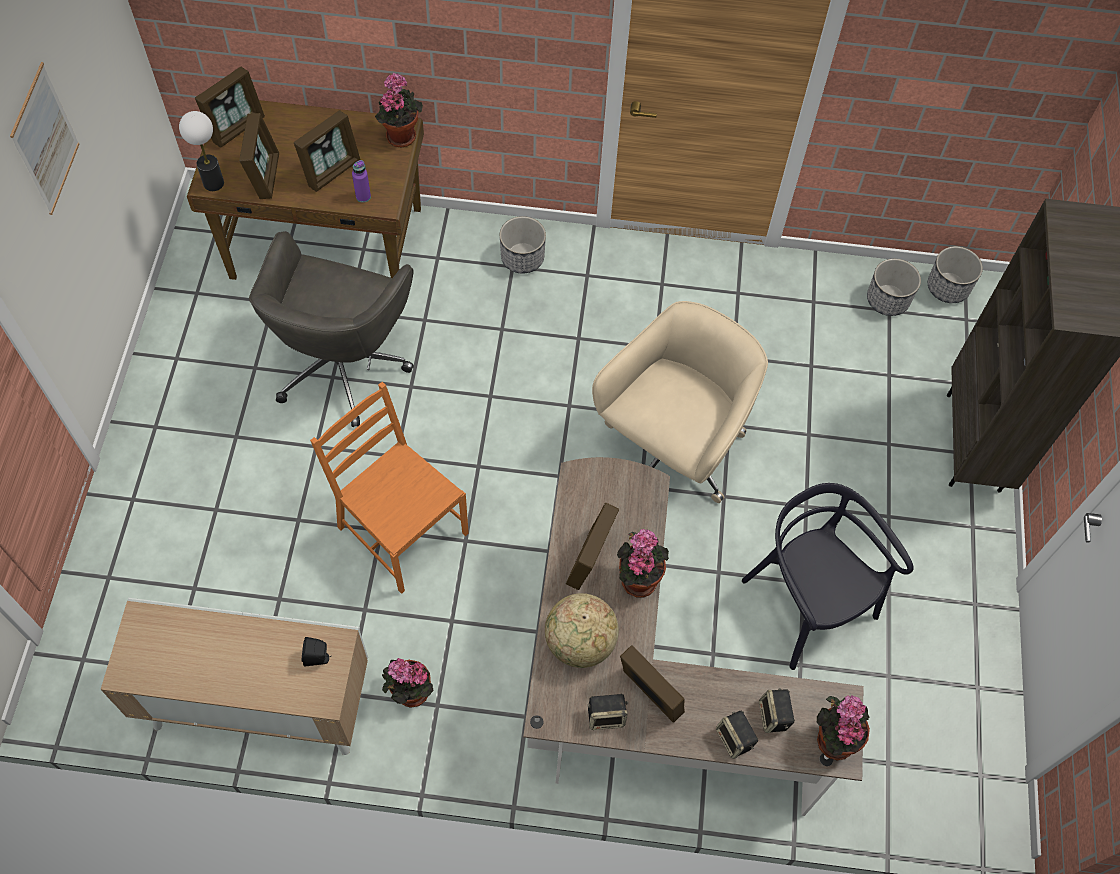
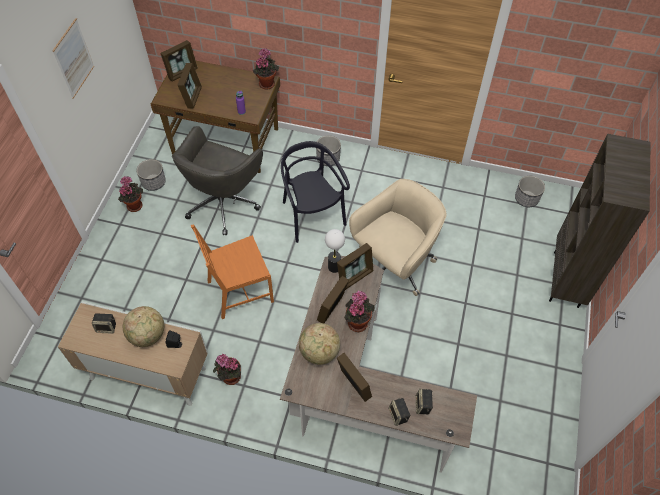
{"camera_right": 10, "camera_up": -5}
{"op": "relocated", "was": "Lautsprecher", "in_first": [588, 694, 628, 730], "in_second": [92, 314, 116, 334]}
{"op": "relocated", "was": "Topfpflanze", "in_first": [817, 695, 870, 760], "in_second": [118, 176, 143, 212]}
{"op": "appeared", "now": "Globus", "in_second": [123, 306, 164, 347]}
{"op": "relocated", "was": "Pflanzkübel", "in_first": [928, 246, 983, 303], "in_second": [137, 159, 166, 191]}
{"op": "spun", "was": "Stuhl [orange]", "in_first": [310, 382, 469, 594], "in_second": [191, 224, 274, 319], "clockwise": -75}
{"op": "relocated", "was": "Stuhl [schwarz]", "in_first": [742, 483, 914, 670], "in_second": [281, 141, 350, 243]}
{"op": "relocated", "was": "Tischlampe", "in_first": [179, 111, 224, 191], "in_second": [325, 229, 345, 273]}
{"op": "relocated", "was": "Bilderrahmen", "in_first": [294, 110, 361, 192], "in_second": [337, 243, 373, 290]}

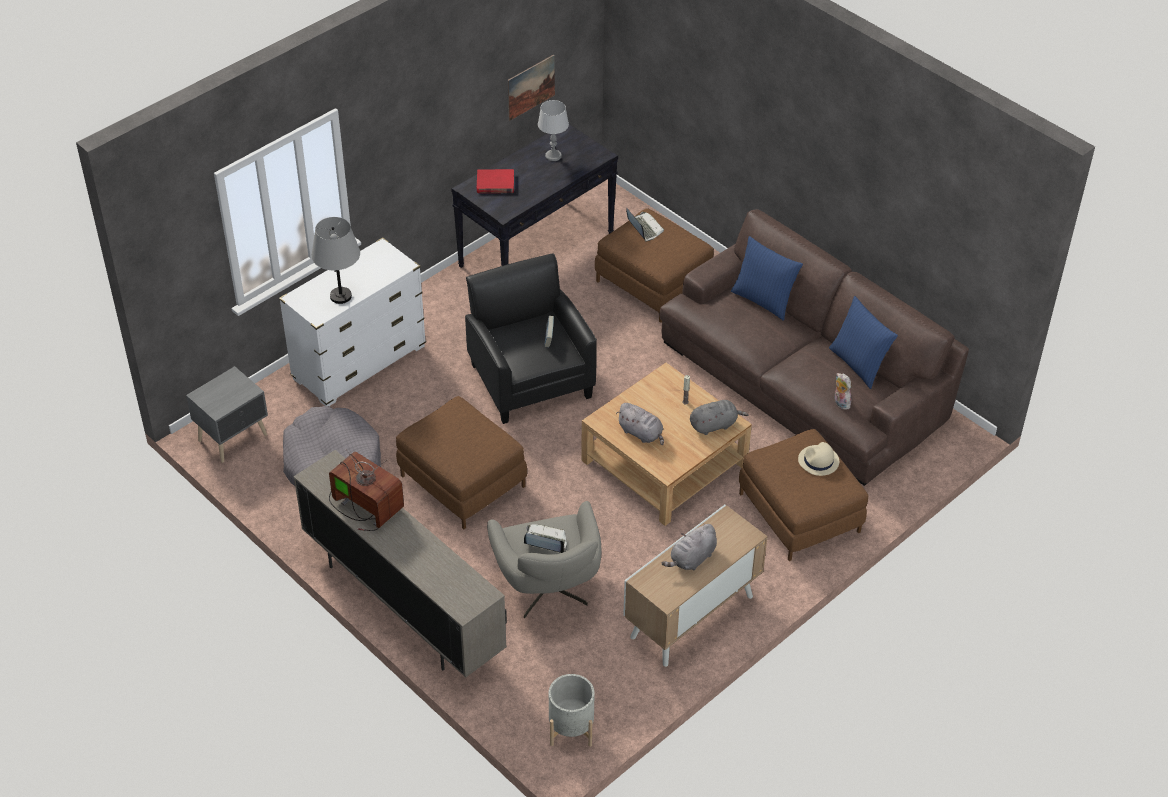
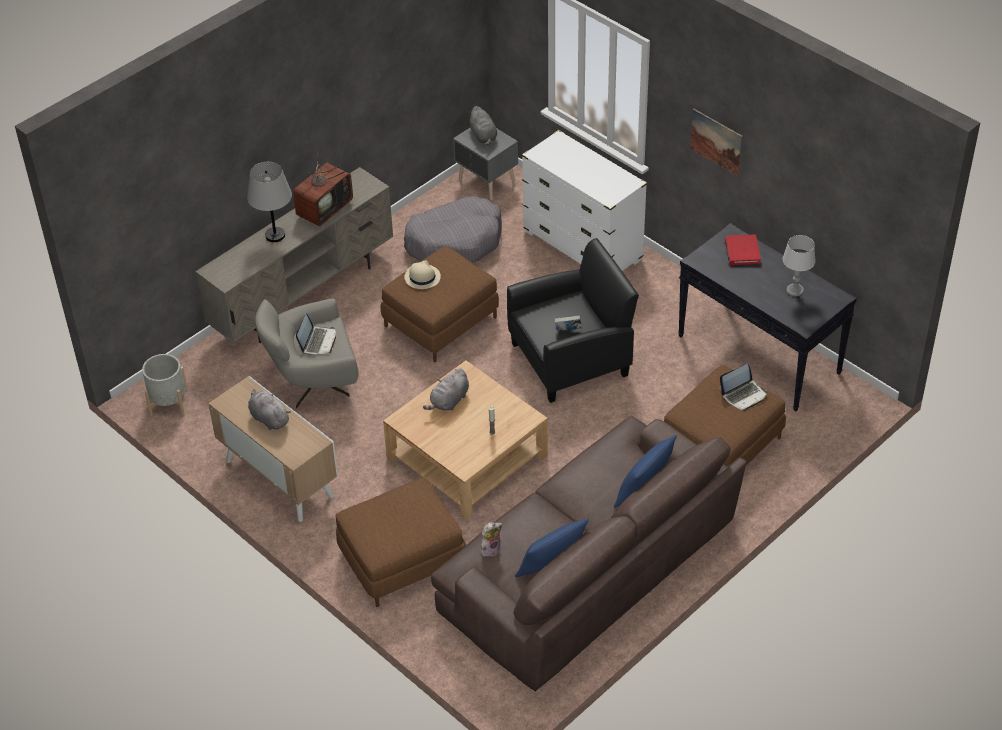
{"camera_right": 90, "camera_up": 0}
{"op": "relocated", "was": "Tischlampe [grau]", "in_first": [311, 217, 360, 304], "in_second": [247, 162, 292, 242]}
{"op": "relocated", "was": "Hut [beige]", "in_first": [798, 442, 839, 476], "in_second": [404, 260, 441, 289]}
{"op": "relocated", "was": "Plüschtier [grau]", "in_first": [690, 400, 749, 435], "in_second": [468, 106, 497, 146]}
{"op": "relocated", "was": "Bild", "in_first": [508, 54, 555, 121], "in_second": [690, 109, 743, 176]}

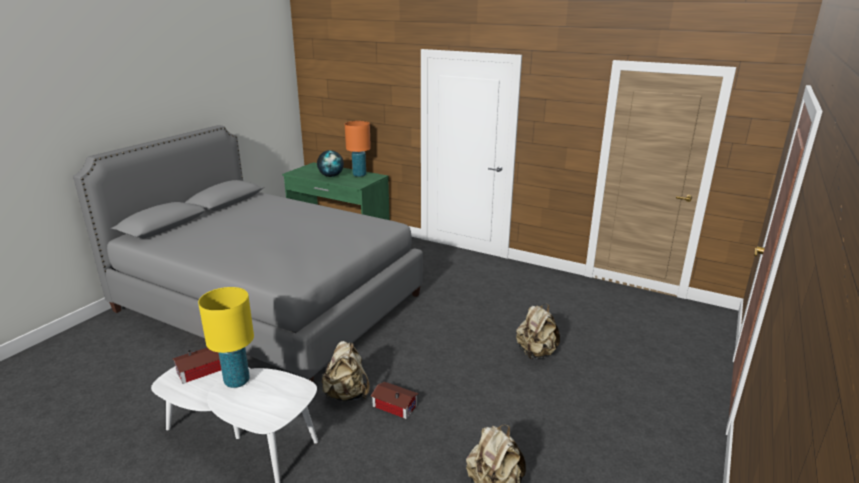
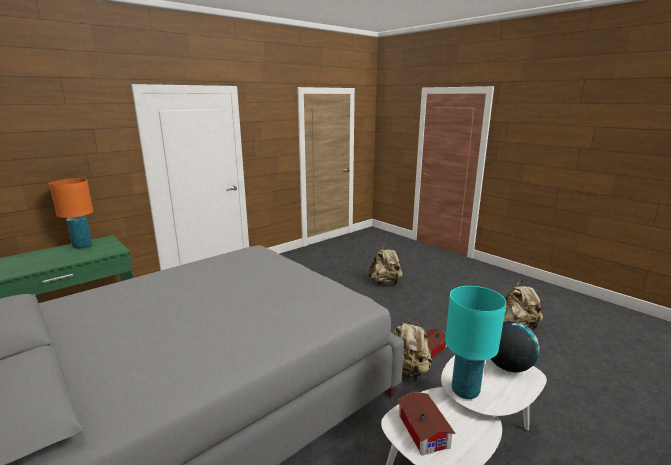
{"camera_right": -70, "camera_up": -5}
{"op": "colour", "was": "Tischlampe [gelb]", "now": "Tischlampe [türkis]", "in_first": [198, 287, 254, 388], "in_second": [445, 286, 506, 399]}
{"op": "relocated", "was": "Globus", "in_first": [317, 150, 344, 177], "in_second": [491, 321, 540, 372]}

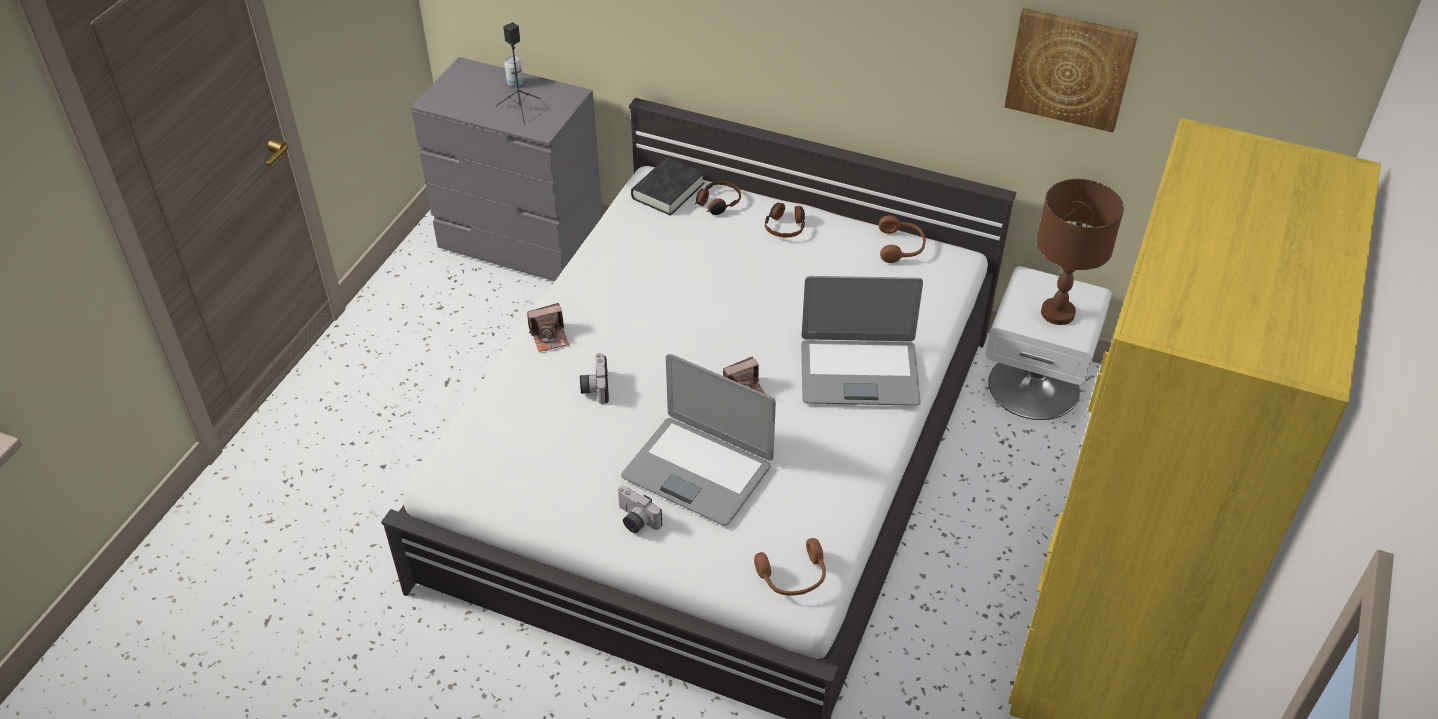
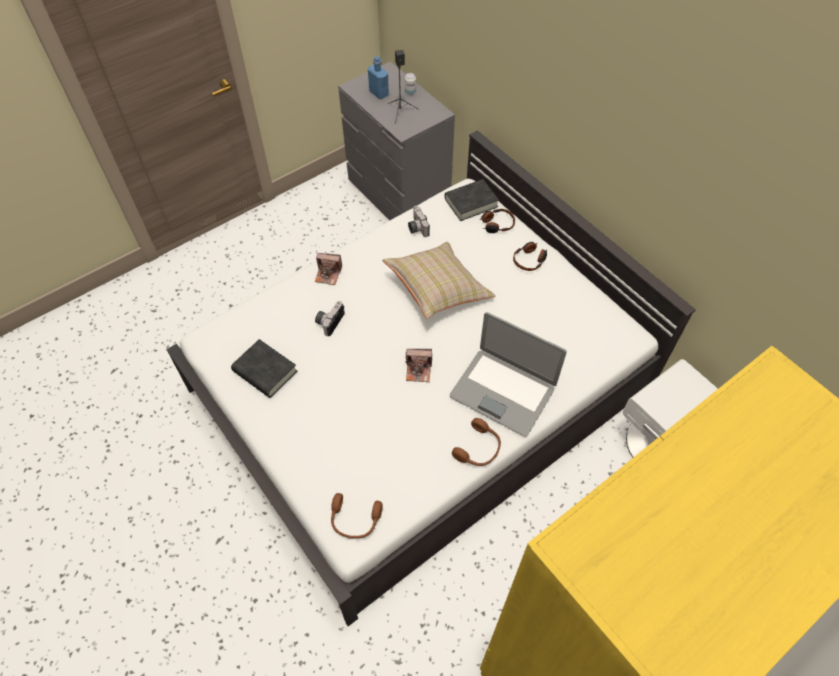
{"camera_right": 30, "camera_up": 10}
{"op": "appeared", "now": "Buch [schwarz]", "in_second": [231, 339, 297, 398]}
{"op": "appeared", "now": "Flasche [blau]", "in_second": [368, 56, 389, 99]}
{"op": "appeared", "now": "Kissen [beige]", "in_second": [382, 242, 496, 319]}
{"op": "relocated", "was": "Kamera", "in_first": [617, 486, 662, 533], "in_second": [408, 206, 430, 237]}
{"op": "relocated", "was": "Kopfhörer [braun]", "in_first": [879, 215, 926, 263], "in_second": [452, 418, 501, 466]}
{"op": "missing", "was": "Laptop", "in_first": [621, 354, 776, 526]}
{"op": "missing", "was": "Bild", "in_first": [1004, 8, 1139, 132]}
{"op": "missing", "was": "Tischlampe [braun]", "in_first": [1036, 179, 1124, 325]}

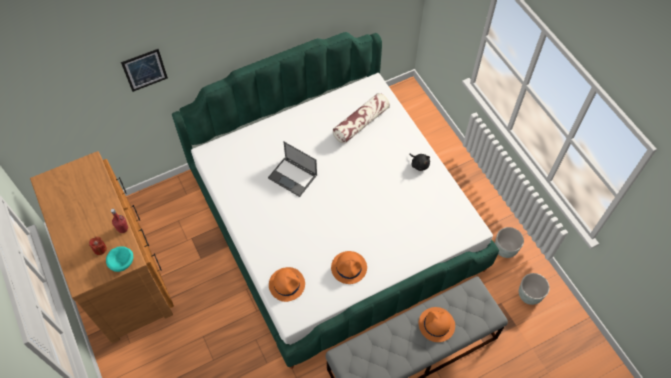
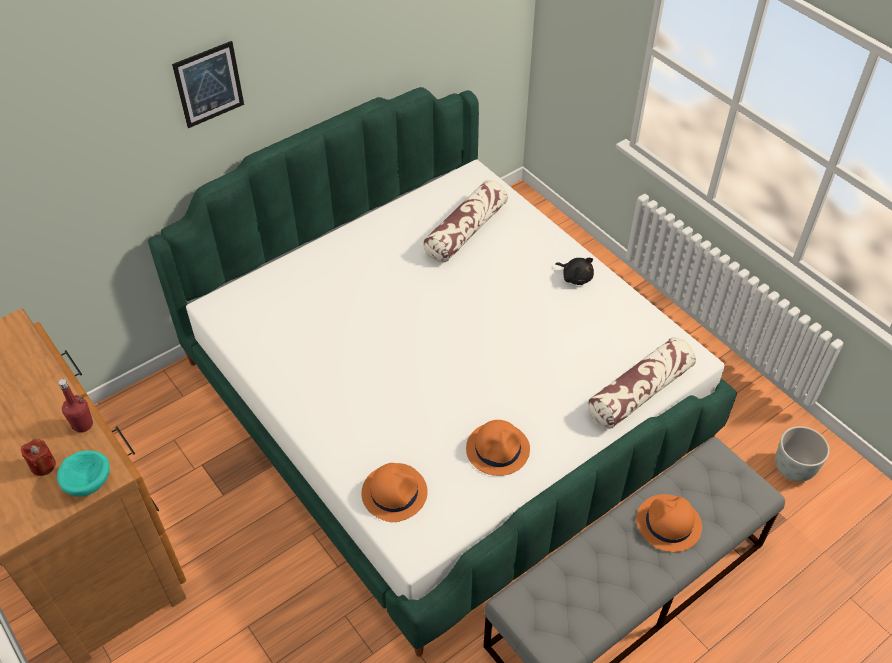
{"camera_right": -10, "camera_up": -10}
{"op": "relocated", "was": "Bild", "in_first": [121, 49, 168, 92], "in_second": [172, 41, 244, 128]}
{"op": "appeared", "now": "Kissen", "in_second": [588, 337, 696, 429]}
{"op": "missing", "was": "Laptop", "in_first": [268, 142, 317, 197]}
{"op": "missing", "was": "Pflanzkübel [grau]", "in_first": [495, 227, 524, 258]}

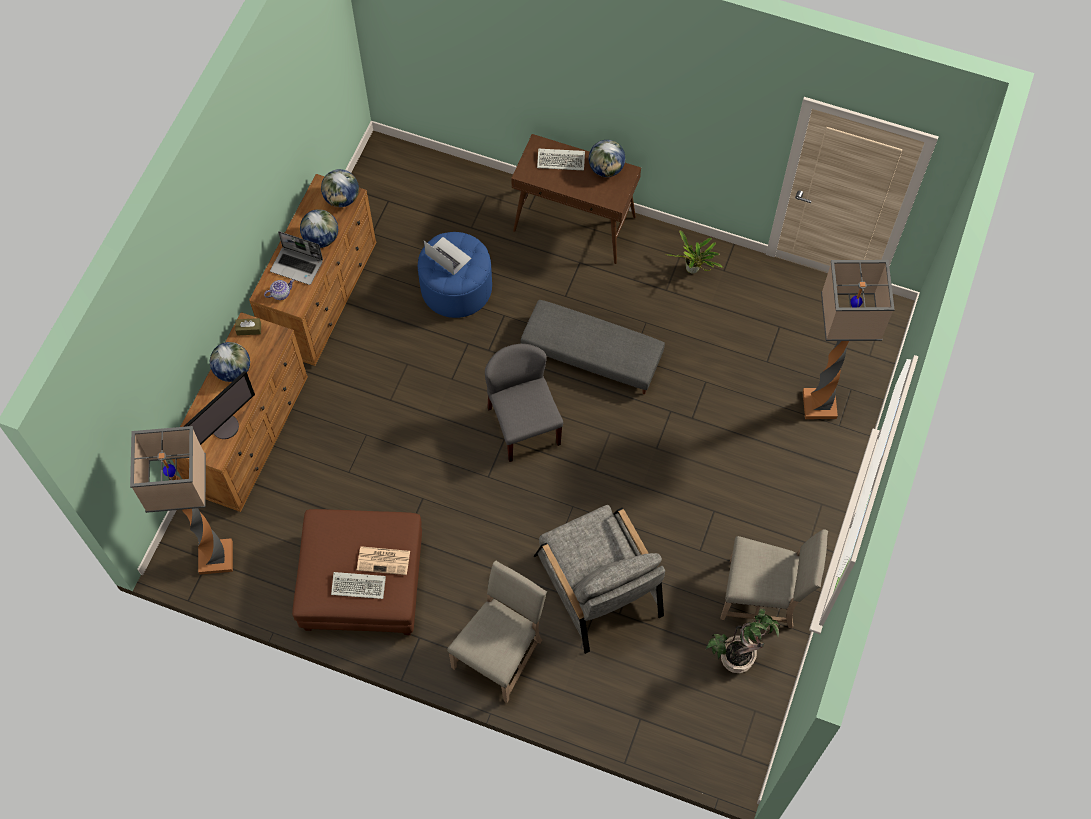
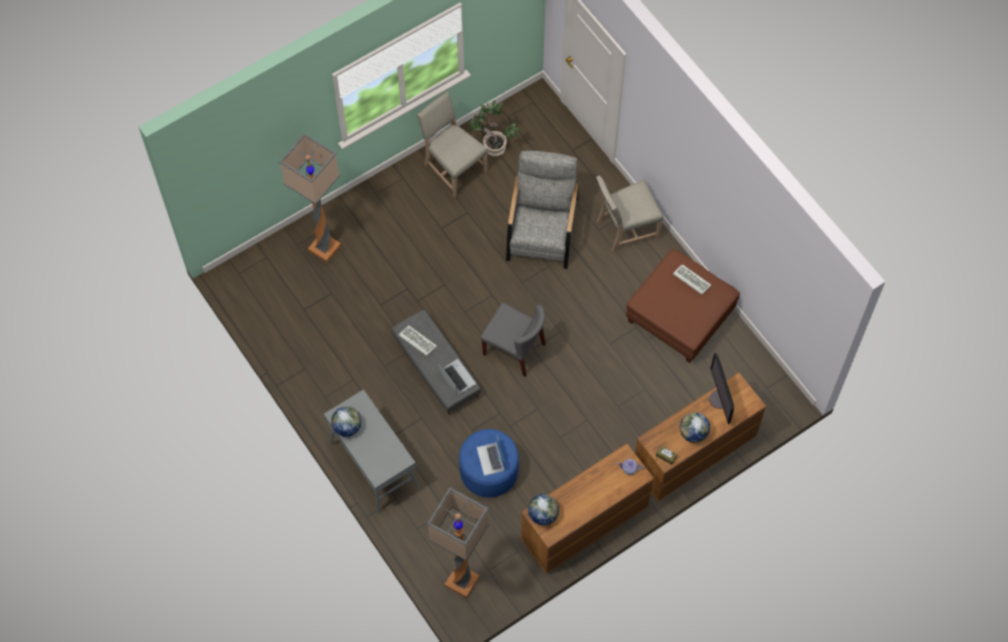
{"camera_right": -145, "camera_up": 0}
{"op": "colour", "was": "Konsolentisch [braun]", "now": "Konsolentisch [grau]", "in_first": [511, 134, 641, 264], "in_second": [324, 389, 420, 514]}
{"op": "relocated", "was": "Tastatur", "in_first": [537, 149, 585, 171], "in_second": [399, 325, 437, 356]}
{"op": "relocated", "was": "Stehlampe", "in_first": [130, 426, 233, 575], "in_second": [427, 488, 489, 598]}
{"op": "relocated", "was": "Laptop", "in_first": [270, 231, 323, 285], "in_second": [438, 359, 476, 396]}
{"op": "spun", "was": "Stuhl [grau]", "in_first": [485, 344, 563, 462], "in_second": [481, 303, 546, 377], "clockwise": -75}
{"op": "spun", "was": "Monitor", "in_first": [183, 372, 255, 445], "in_second": [709, 353, 734, 425], "clockwise": -90}
{"op": "missing", "was": "Globus", "in_first": [300, 209, 338, 248]}
{"op": "missing", "was": "Zeitung", "in_first": [357, 546, 410, 575]}
{"op": "missing", "was": "Topfpflanze", "in_first": [666, 231, 723, 274]}

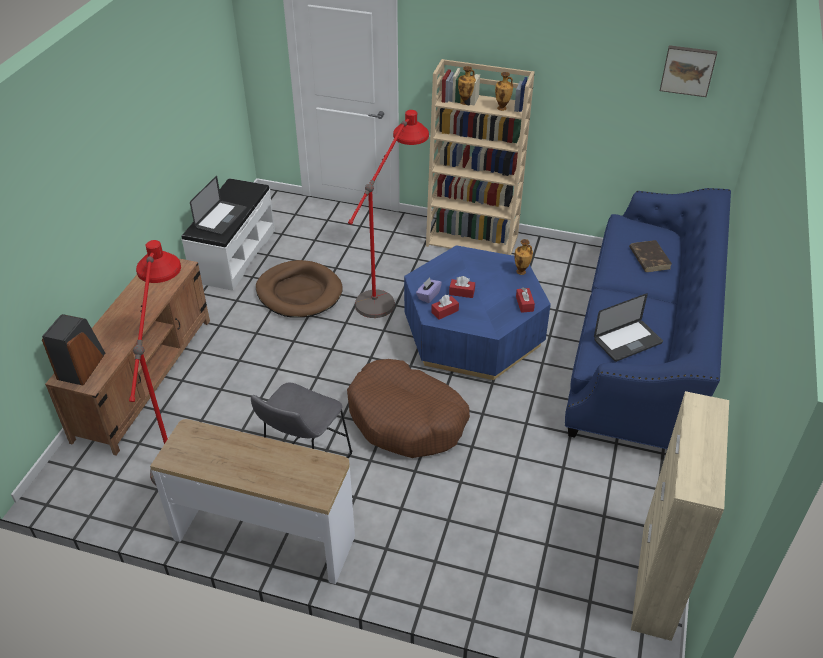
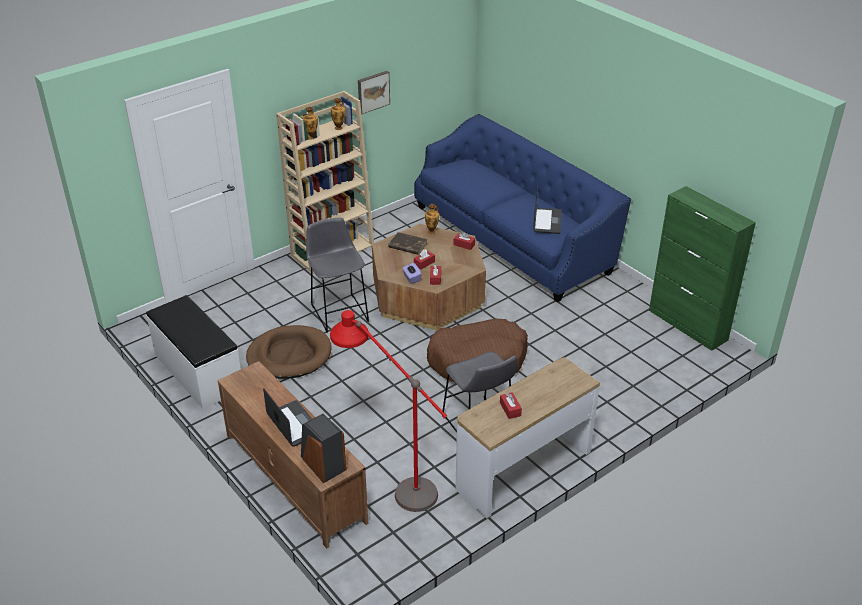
{"camera_right": -55, "camera_up": -5}
{"op": "relocated", "was": "Laptop", "in_first": [190, 176, 247, 235], "in_second": [263, 388, 312, 447]}
{"op": "exchanged", "was": "Stehlampe [rot]", "now": "Hocker [grau]", "in_first": [348, 110, 429, 318], "in_second": [306, 218, 369, 333]}
{"op": "relocated", "was": "Bild", "in_first": [660, 45, 717, 97], "in_second": [358, 71, 390, 114]}
{"op": "colour", "was": "Couchtisch [blau]", "now": "Couchtisch [braun]", "in_first": [404, 245, 551, 380], "in_second": [372, 224, 486, 330]}
{"op": "relocated", "was": "Buch [braun]", "in_first": [629, 240, 672, 272], "in_second": [388, 232, 428, 255]}
{"op": "appeared", "now": "Taschentuchbox [rot]", "in_second": [500, 392, 522, 419]}
{"op": "colour", "was": "Schrank [beige]", "now": "Schrank [grün]", "in_first": [631, 391, 729, 641], "in_second": [649, 186, 756, 351]}

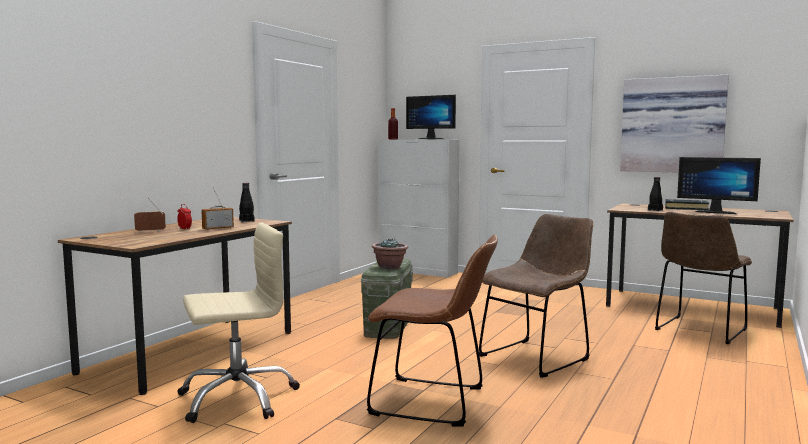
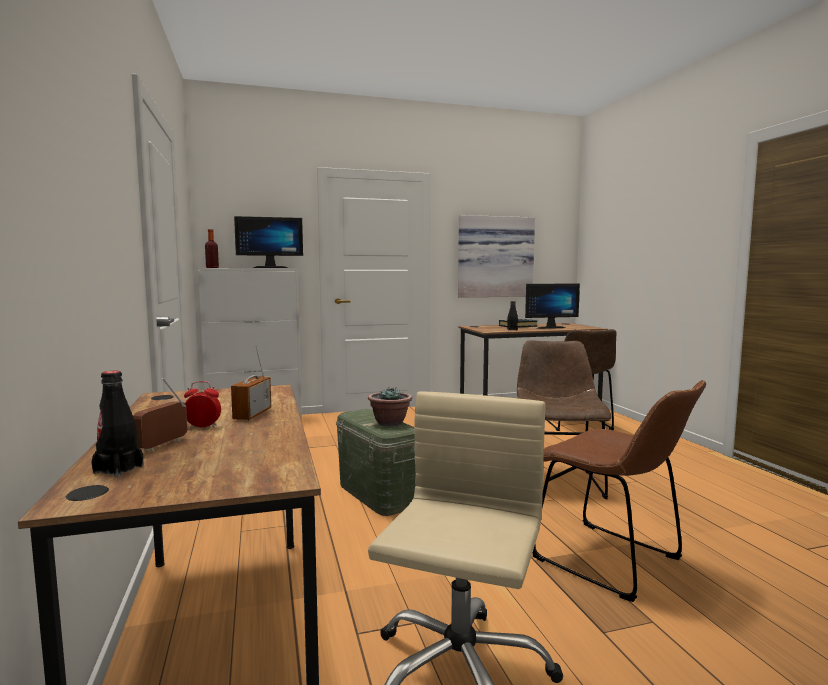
{"camera_right": -45, "camera_up": 0}
{"op": "relocated", "was": "Flasche [schwarz]", "in_first": [239, 183, 254, 222], "in_second": [91, 371, 143, 477]}
{"op": "spun", "was": "Stuhl [braun]", "in_first": [367, 235, 497, 427], "in_second": [533, 380, 706, 602], "clockwise": 75}

